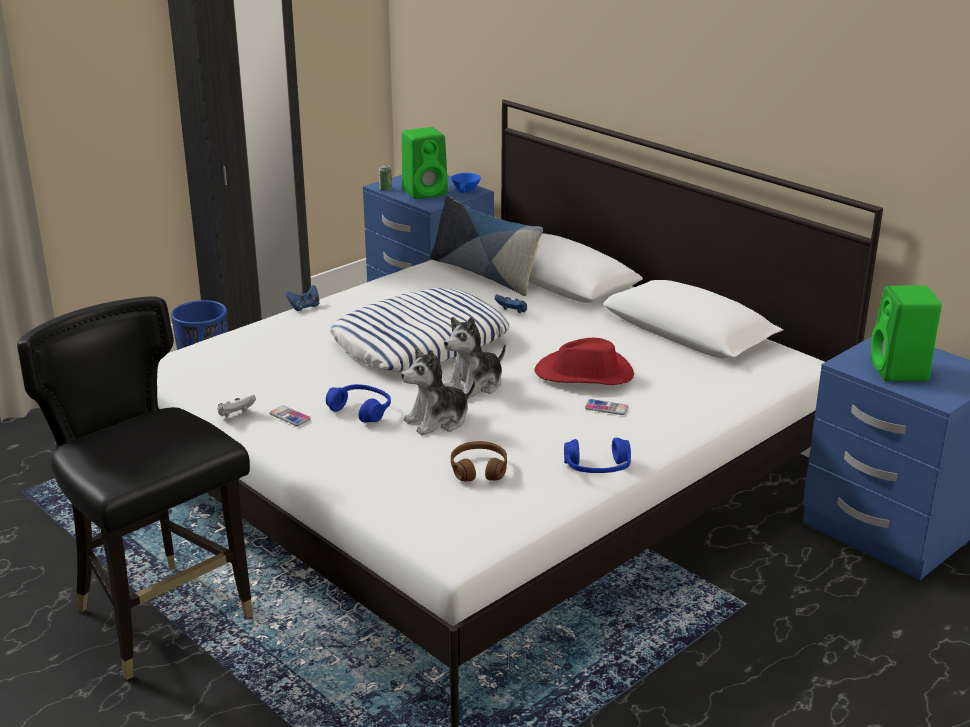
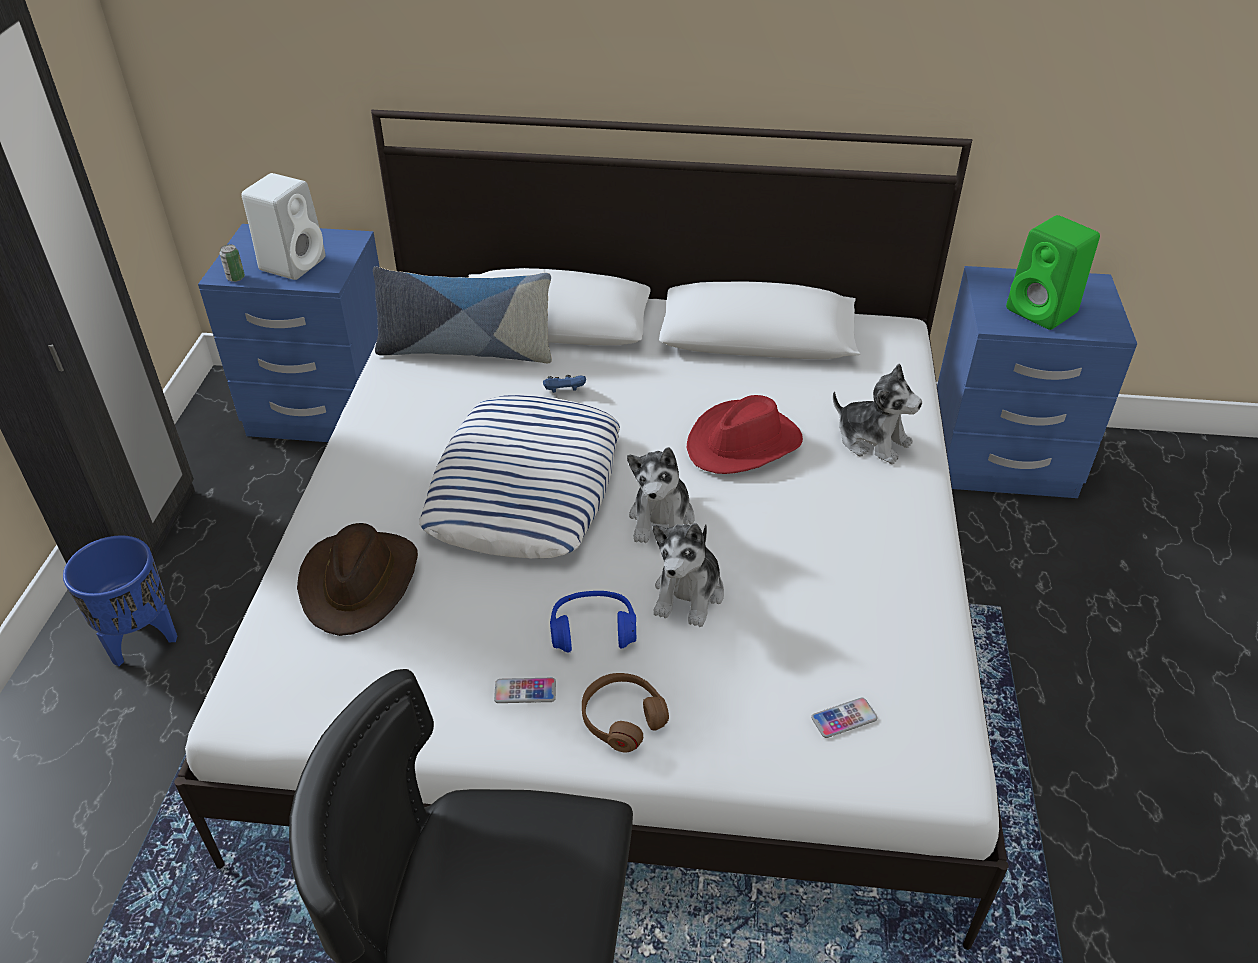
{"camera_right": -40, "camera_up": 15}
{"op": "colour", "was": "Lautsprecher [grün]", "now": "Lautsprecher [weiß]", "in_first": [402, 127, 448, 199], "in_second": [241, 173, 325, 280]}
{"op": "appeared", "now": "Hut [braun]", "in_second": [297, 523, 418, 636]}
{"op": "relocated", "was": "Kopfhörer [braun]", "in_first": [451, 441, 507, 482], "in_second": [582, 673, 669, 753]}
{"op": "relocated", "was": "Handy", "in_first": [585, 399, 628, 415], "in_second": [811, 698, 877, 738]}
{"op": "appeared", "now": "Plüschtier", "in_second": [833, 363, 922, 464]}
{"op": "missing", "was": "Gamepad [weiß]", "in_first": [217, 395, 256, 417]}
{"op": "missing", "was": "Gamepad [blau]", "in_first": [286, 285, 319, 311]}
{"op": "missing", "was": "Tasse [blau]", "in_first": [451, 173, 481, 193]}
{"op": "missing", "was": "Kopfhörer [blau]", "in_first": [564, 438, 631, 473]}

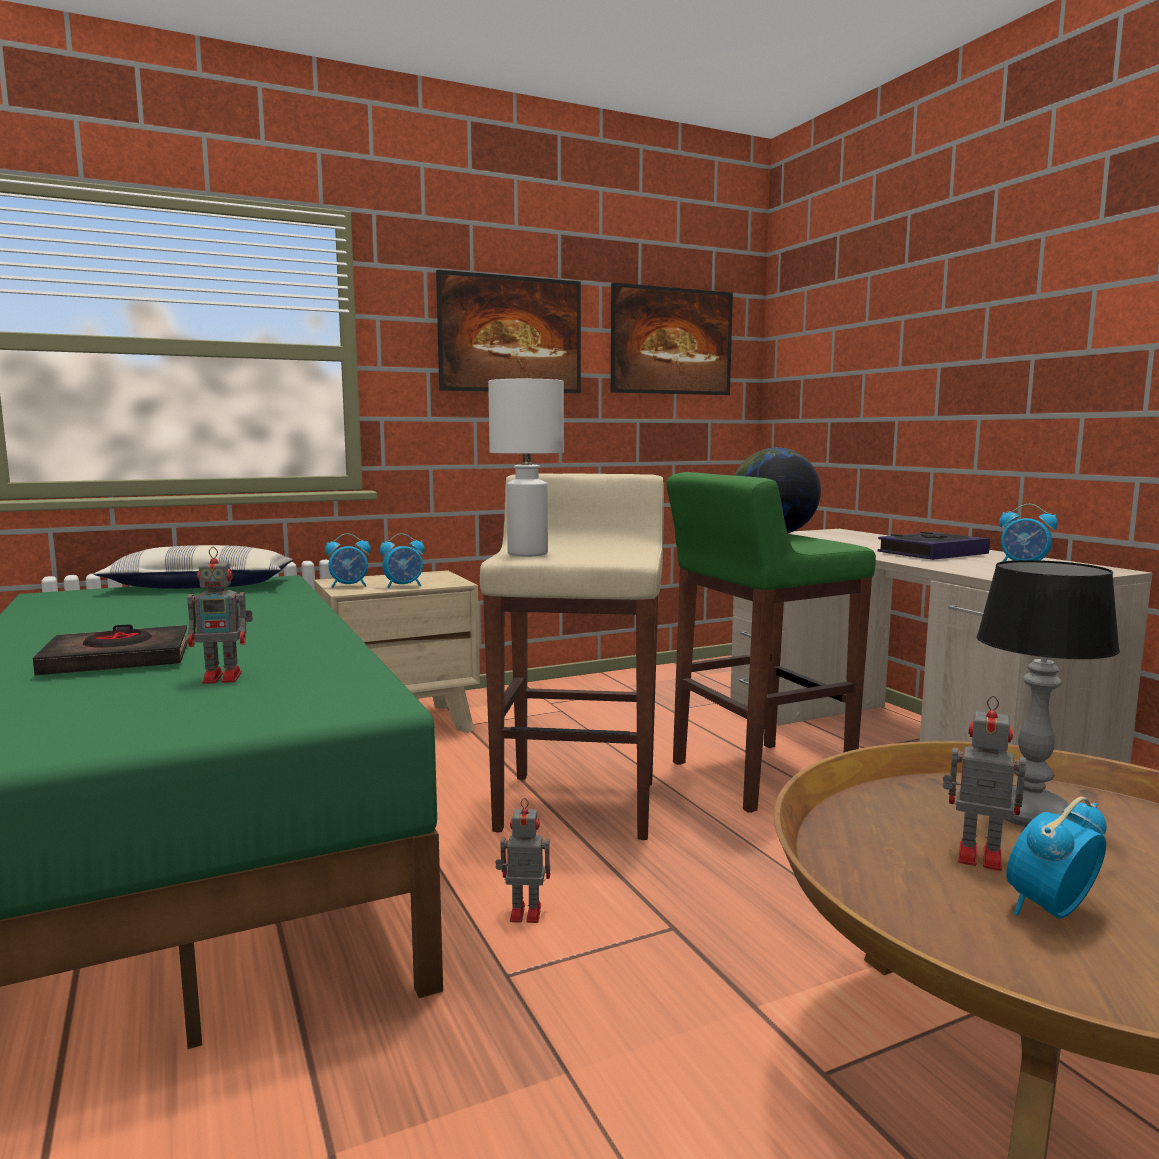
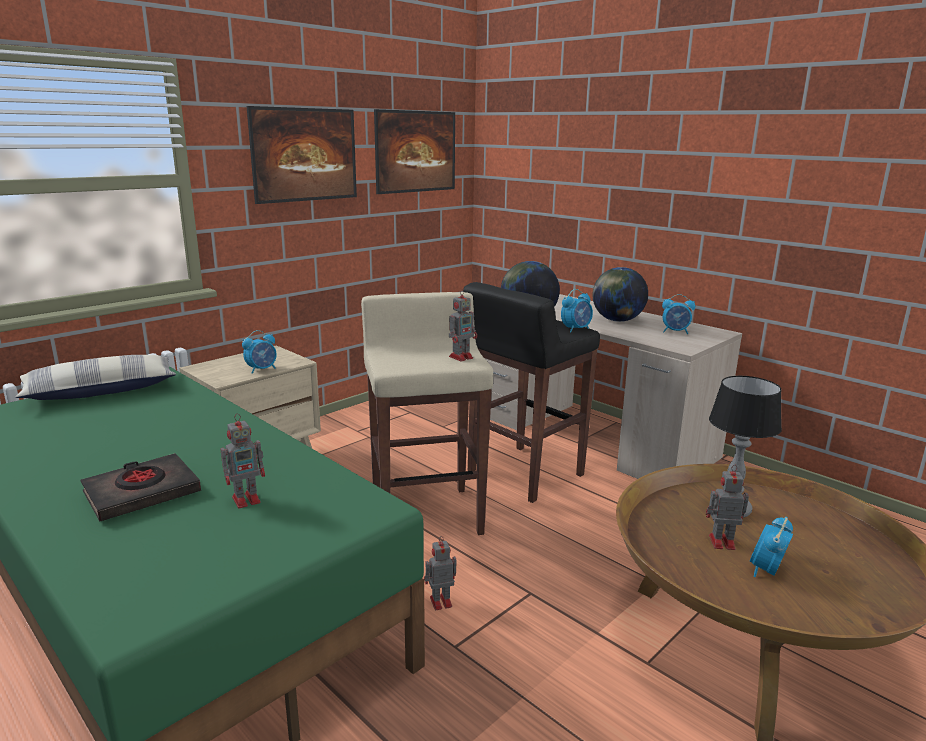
{"camera_right": -20, "camera_up": 10}
{"op": "appeared", "now": "Spielzeugroboter", "in_second": [449, 289, 477, 361]}
{"op": "colour", "was": "Hocker [grün]", "now": "Hocker [schwarz]", "in_first": [666, 472, 876, 813], "in_second": [463, 282, 600, 503]}
{"op": "relocated", "was": "Wecker", "in_first": [325, 533, 371, 588], "in_second": [561, 289, 593, 333]}
{"op": "exchanged", "was": "Buch", "now": "Globus", "in_first": [878, 531, 990, 560], "in_second": [593, 267, 648, 322]}
{"op": "missing", "was": "Tischlampe [weiß]", "in_first": [488, 379, 564, 557]}

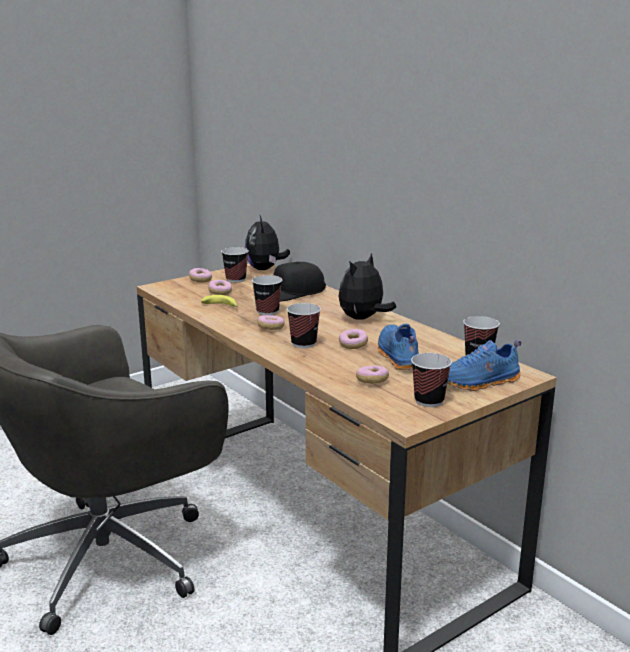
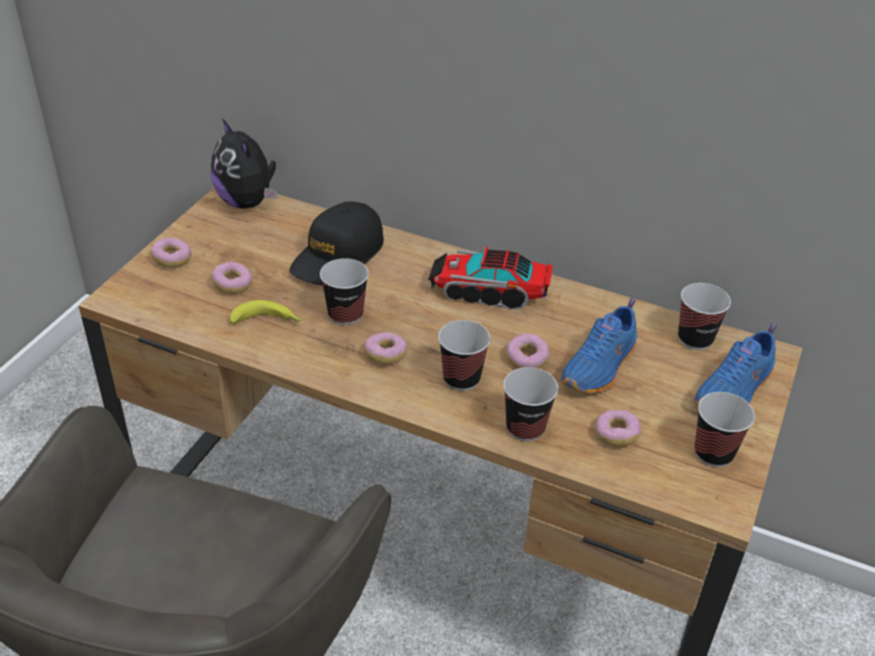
{"camera_right": -30, "camera_up": 20}
{"op": "exchanged", "was": "Plüschtier", "now": "Spielzeuglaster", "in_first": [339, 253, 396, 320], "in_second": [428, 246, 553, 310]}
{"op": "relocated", "was": "Tasse", "in_first": [221, 247, 249, 283], "in_second": [503, 367, 558, 441]}
{"op": "spun", "was": "Schuh [blau]", "in_first": [377, 324, 419, 370], "in_second": [560, 298, 637, 394], "clockwise": -105}

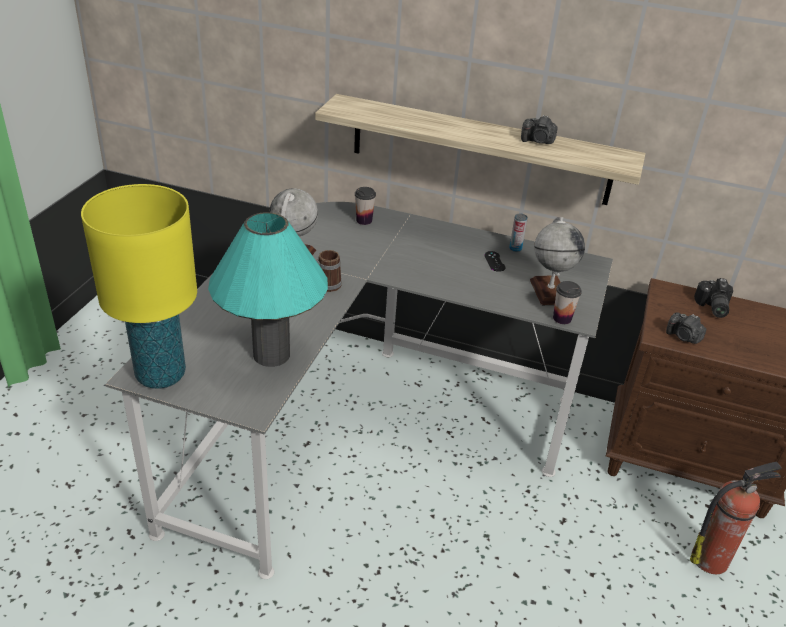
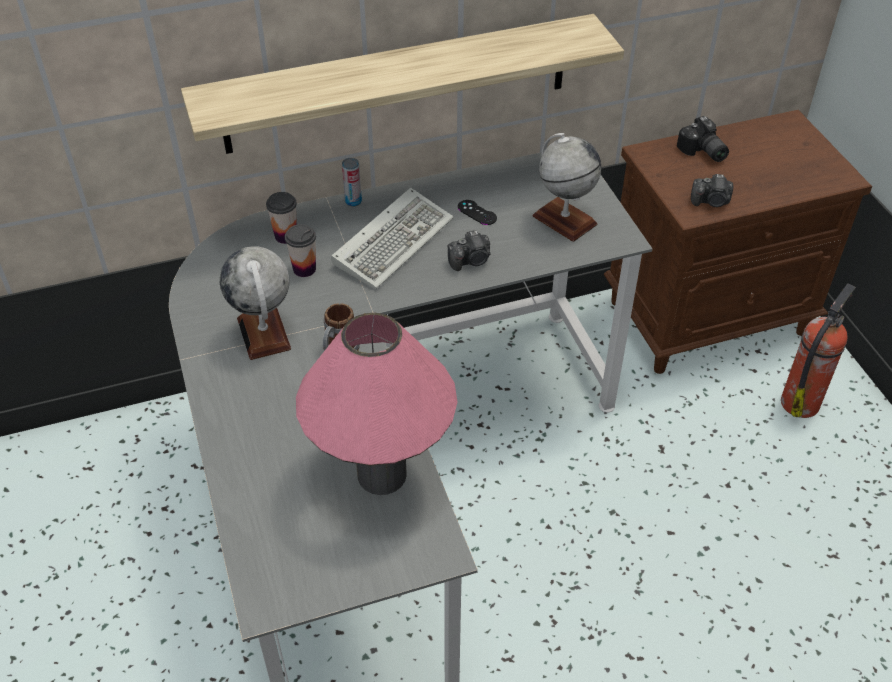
{"camera_right": -35, "camera_up": 10}
{"op": "relocated", "was": "Tasse", "in_first": [553, 281, 582, 324], "in_second": [285, 224, 316, 277]}
{"op": "colour", "was": "Tischlampe [türkis]", "now": "Tischlampe [rosa]", "in_first": [208, 212, 328, 367], "in_second": [296, 313, 458, 495]}
{"op": "appeared", "now": "Tastatur", "in_second": [331, 188, 454, 289]}
{"op": "relocated", "was": "Dose", "in_first": [509, 214, 528, 252], "in_second": [342, 158, 362, 207]}
{"op": "relocated", "was": "Kamera", "in_first": [521, 115, 558, 144], "in_second": [447, 231, 491, 271]}
{"op": "missing", "was": "Tischlampe [gelb]", "in_first": [81, 184, 197, 389]}

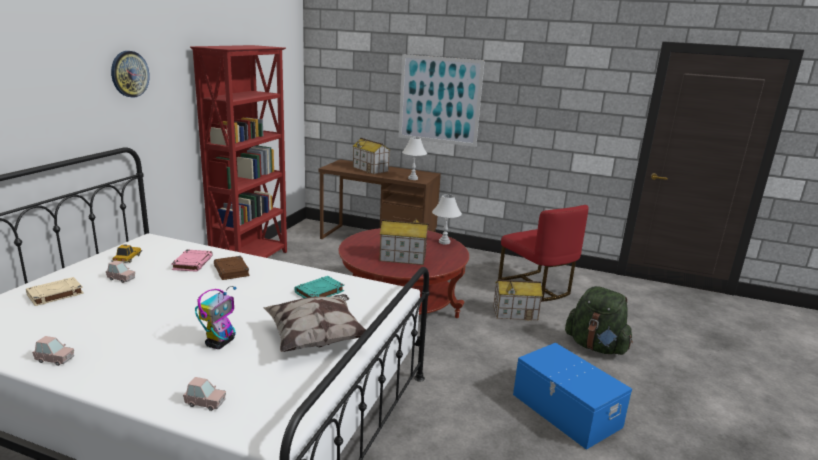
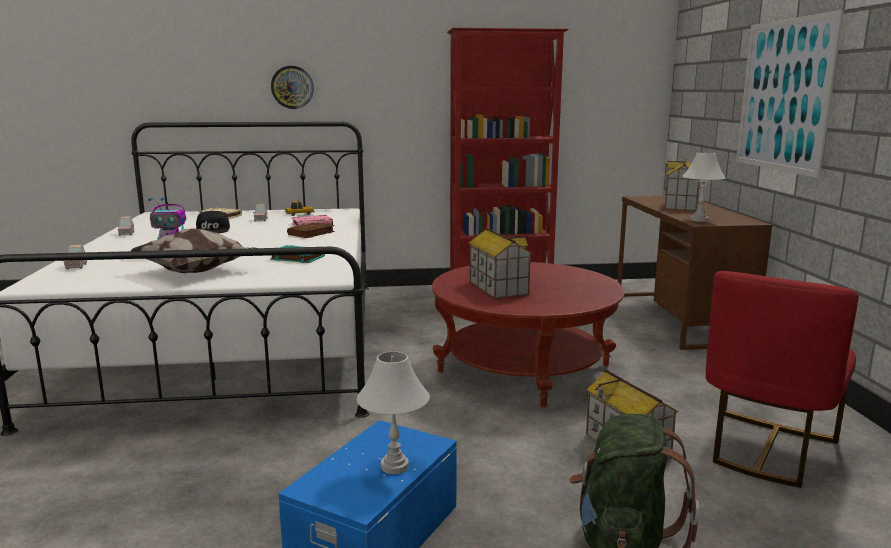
{"camera_right": 65, "camera_up": -5}
{"op": "appeared", "now": "Kappe [schwarz]", "in_second": [196, 211, 230, 233]}
{"op": "relocated", "was": "Wanduhr", "in_first": [111, 51, 150, 98], "in_second": [271, 66, 314, 109]}
{"op": "relocated", "was": "Tischlampe [weiß]", "in_first": [432, 194, 462, 244], "in_second": [356, 352, 430, 474]}

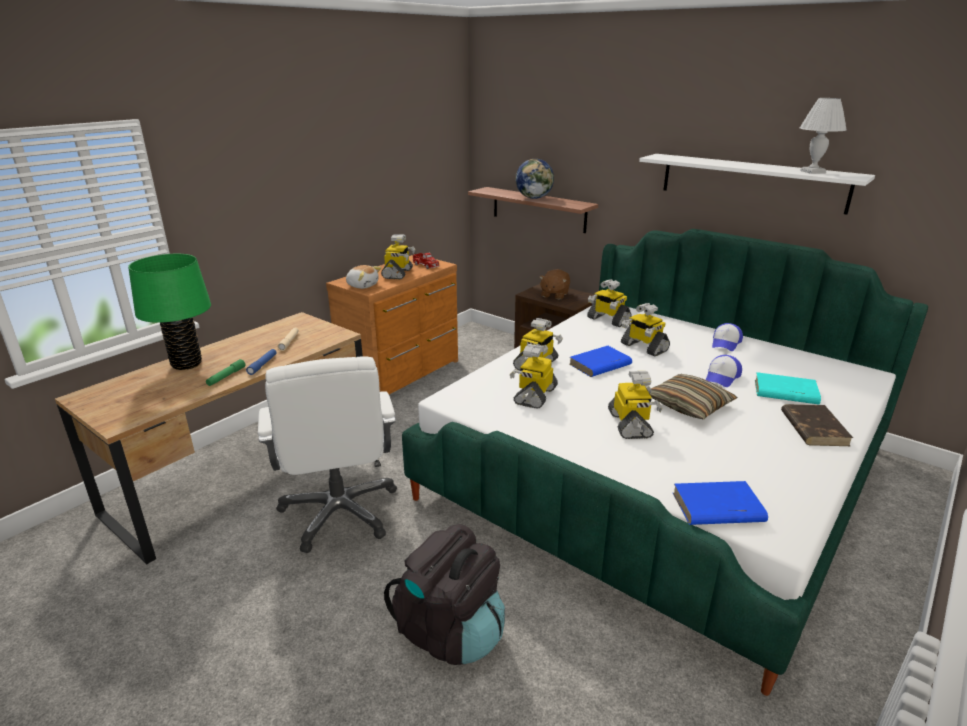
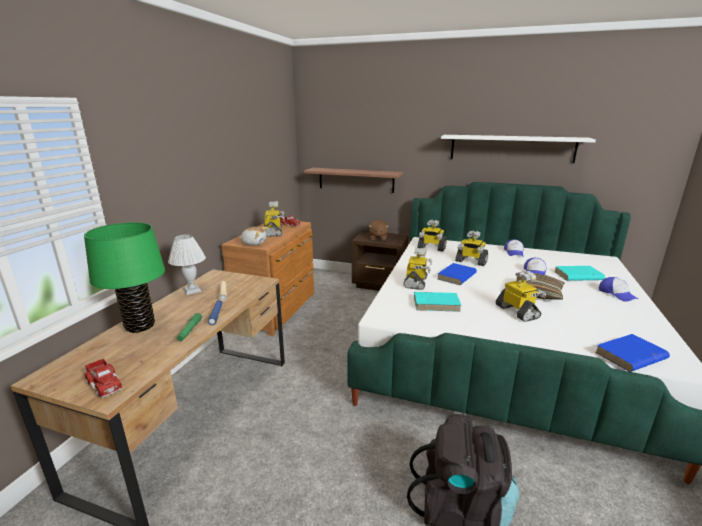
{"camera_right": -20, "camera_up": -5}
{"op": "appeared", "now": "Spielzeuglaster", "in_second": [84, 359, 122, 398]}
{"op": "relocated", "was": "Tischlampe [weiß]", "in_first": [800, 98, 846, 174], "in_second": [168, 235, 206, 295]}
{"op": "exchanged", "was": "Spielzeugroboter", "now": "Buch [türkis]", "in_first": [510, 344, 558, 409], "in_second": [414, 292, 462, 312]}
{"op": "exchanged", "was": "Buch [braun]", "now": "Kappe", "in_first": [781, 404, 853, 446], "in_second": [599, 277, 638, 302]}
{"op": "missing", "was": "Bürostuhl [weiß]", "in_first": [258, 356, 397, 553]}
{"op": "missing", "was": "Globus", "in_first": [516, 159, 554, 199]}

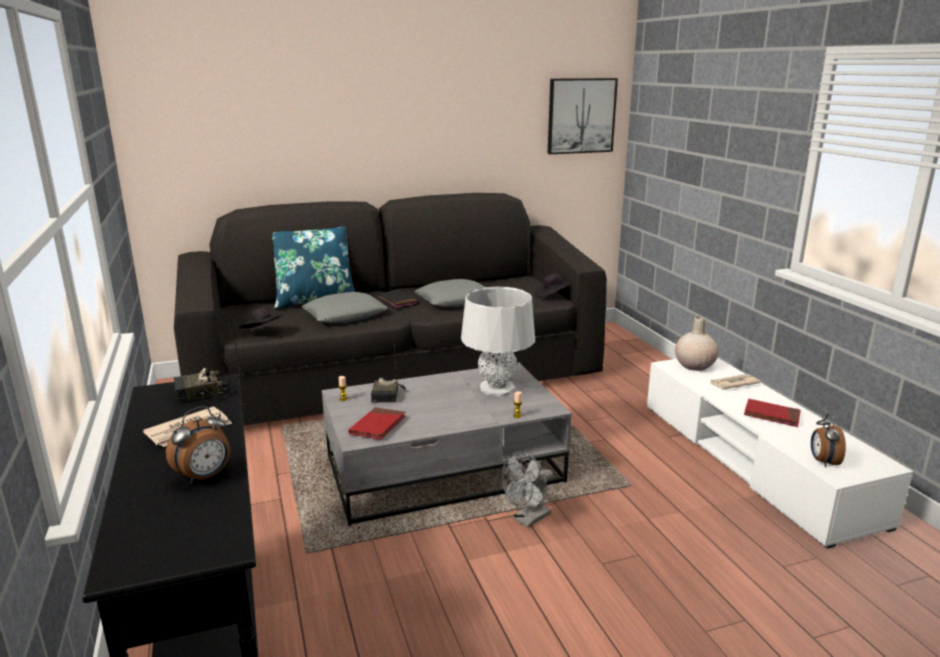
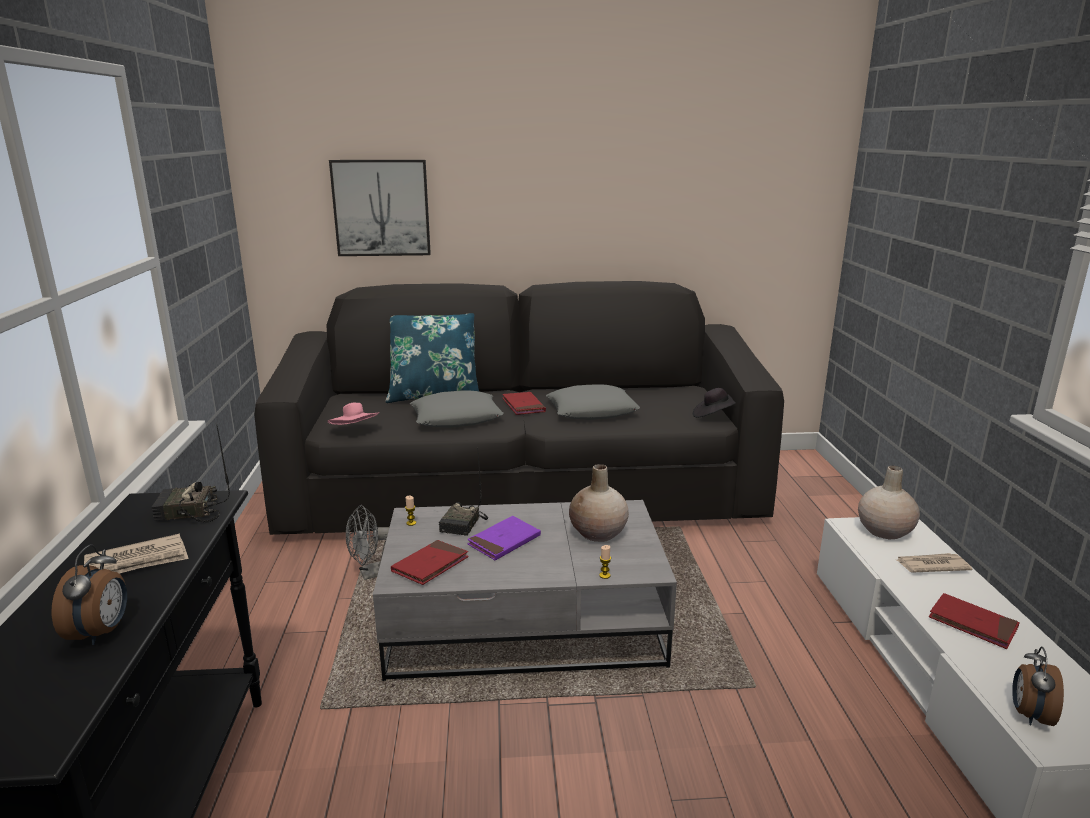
{"camera_right": 15, "camera_up": 0}
{"op": "spun", "was": "Wecker", "in_first": [166, 406, 230, 484], "in_second": [51, 545, 127, 645], "clockwise": -60}
{"op": "colour", "was": "Hut [schwarz]", "now": "Hut [rosa]", "in_first": [239, 308, 283, 329], "in_second": [327, 403, 379, 425]}
{"op": "relocated", "was": "Bild", "in_first": [548, 78, 618, 154], "in_second": [329, 160, 431, 256]}
{"op": "relocated", "was": "Ventilator [grau]", "in_first": [502, 451, 553, 528], "in_second": [346, 505, 389, 580]}
{"op": "appeared", "now": "Buch [lila]", "in_second": [467, 516, 541, 560]}
{"op": "colour", "was": "Buch [schwarz]", "now": "Buch [rot]", "in_first": [377, 290, 419, 308], "in_second": [502, 392, 546, 415]}
{"op": "exchanged", "was": "Tischlampe [grau]", "now": "Vase [beige]", "in_first": [461, 286, 535, 397], "in_second": [569, 464, 629, 542]}

